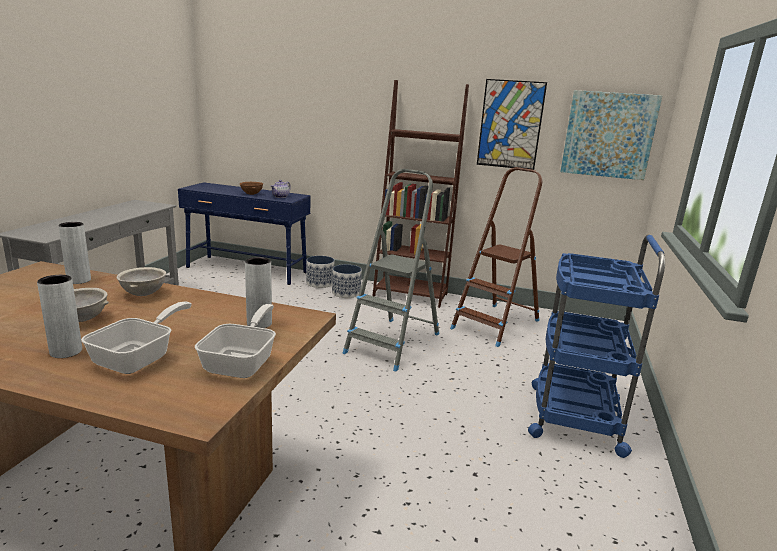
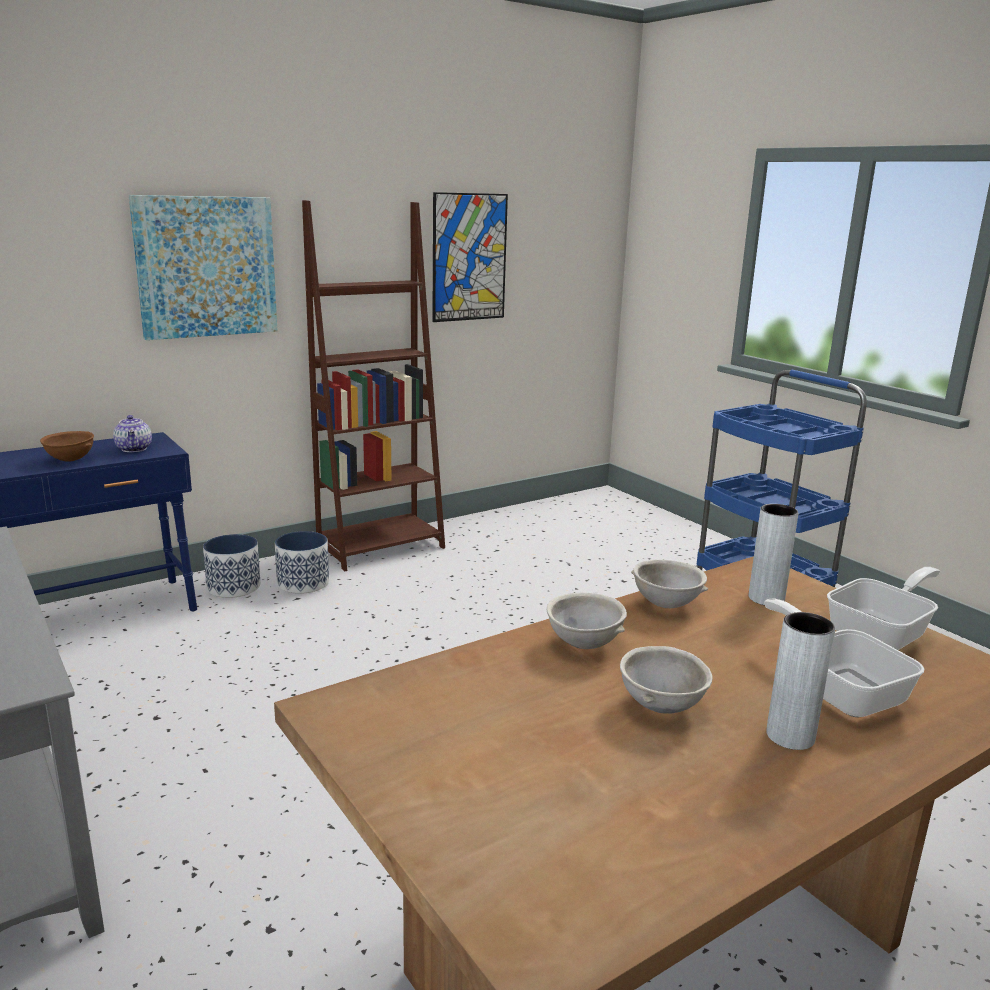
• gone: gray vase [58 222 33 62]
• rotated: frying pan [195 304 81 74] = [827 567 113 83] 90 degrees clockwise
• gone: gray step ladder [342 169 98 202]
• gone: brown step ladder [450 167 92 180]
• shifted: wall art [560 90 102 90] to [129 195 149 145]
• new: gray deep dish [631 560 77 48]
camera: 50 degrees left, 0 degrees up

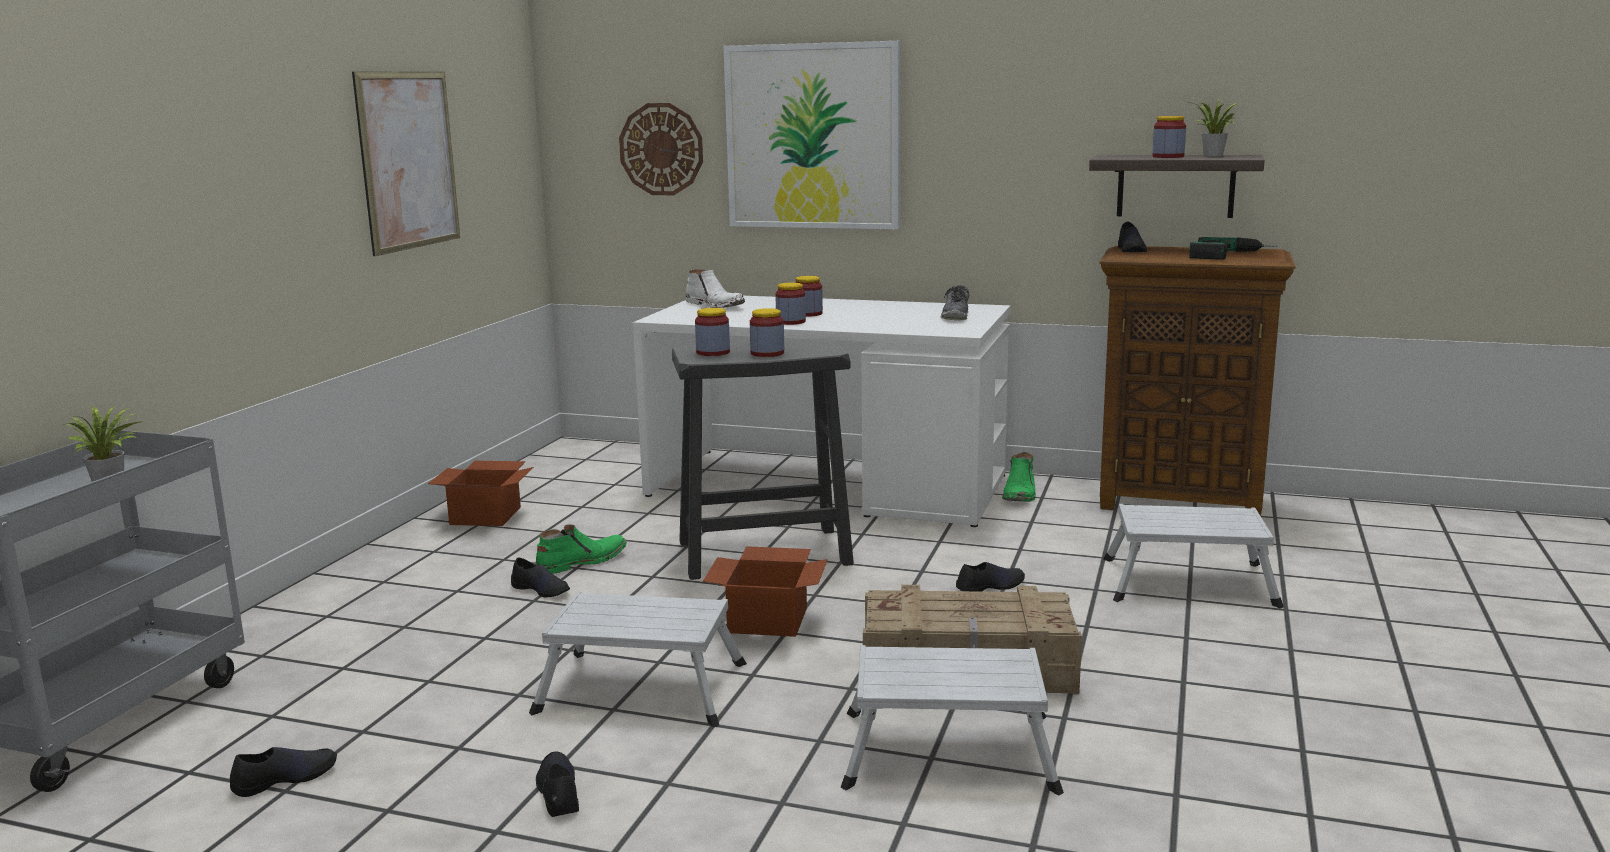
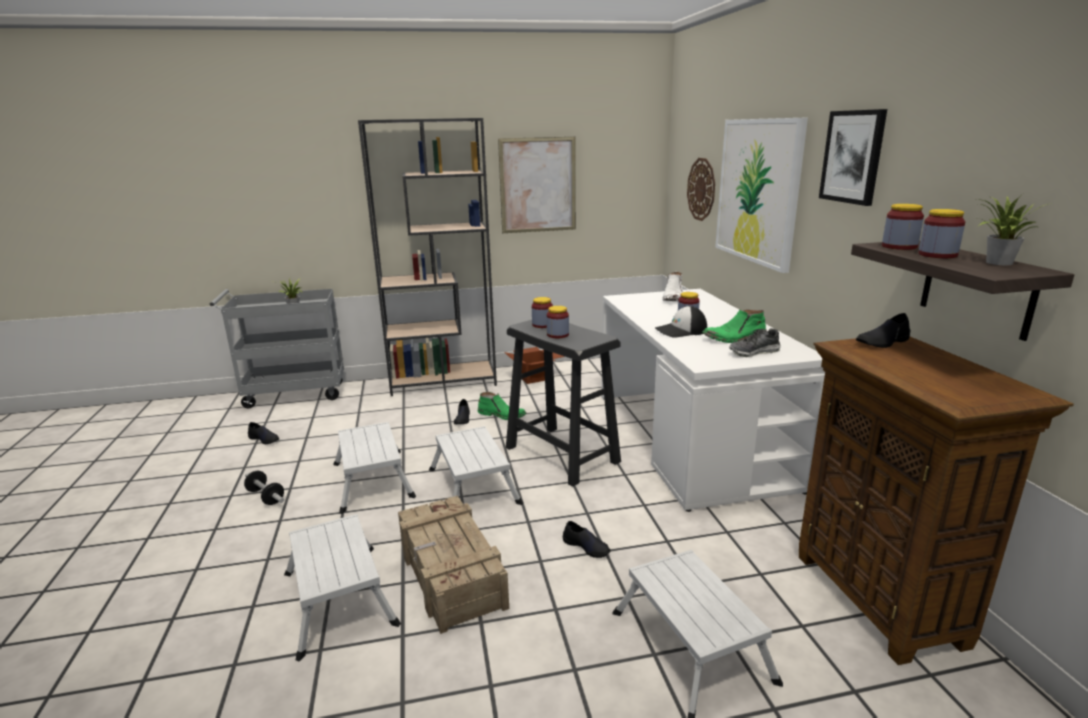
• swapped: black-coloured item of footwear [536 752 43 65] to free weight [244 471 40 34]
• swapped: carton [703 546 125 91] to white-coloured step ladder [429 426 94 79]
• shifted: preserve jar [776 282 30 43] to [882 204 42 46]
• shifted: green boot [1002 452 34 50] to [702 309 65 34]
• gone: drill [1189 237 89 23]
• new: shelving unit [358 118 139 278]
• new: peaked cap [655 306 52 32]
• new: wall art [819 109 68 97]
camera: 60 degrees right, 5 degrees up

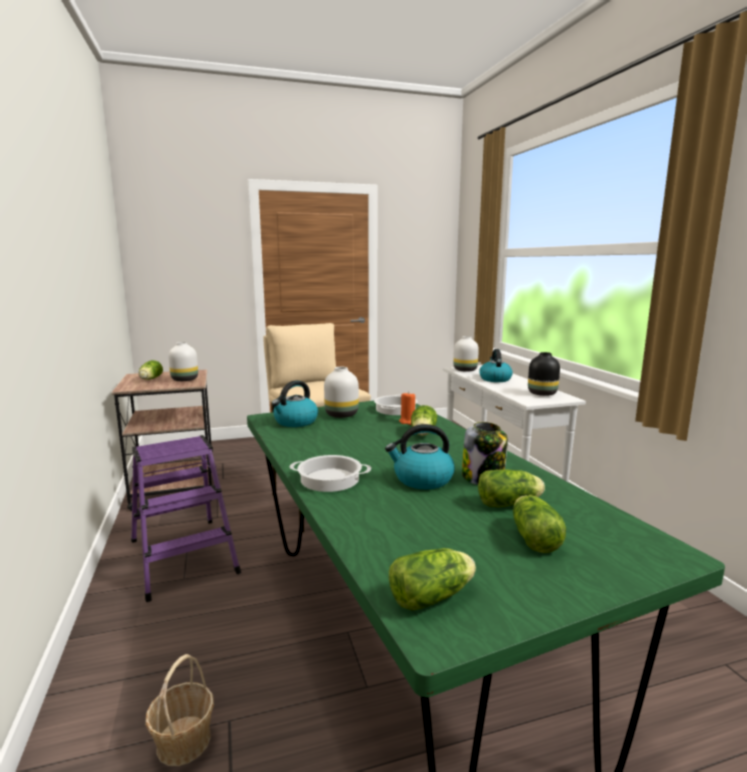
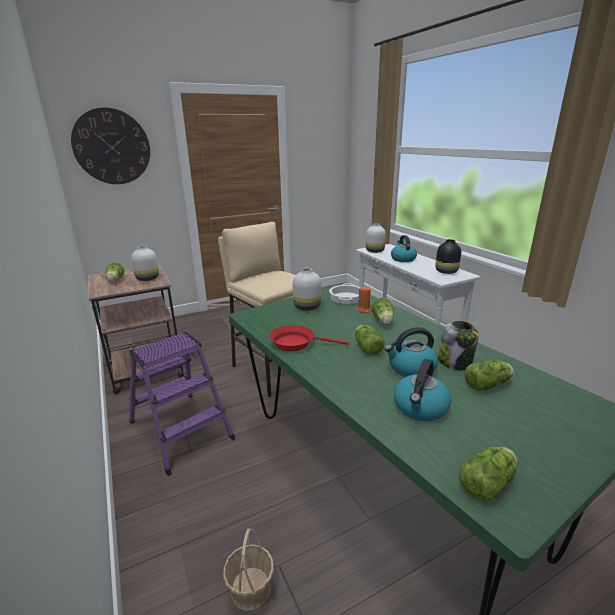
• shifted: water kettle [272 380 46 47] to [394 359 57 62]
• gone: saucepot [290 455 81 37]
• shifted: head of lettuce [513 495 53 58] to [355 325 29 31]
• new: hanging clock [71 107 79 77]
• new: red-coloured frying pan [269 325 80 27]
camera: 10 degrees left, 10 degrees up

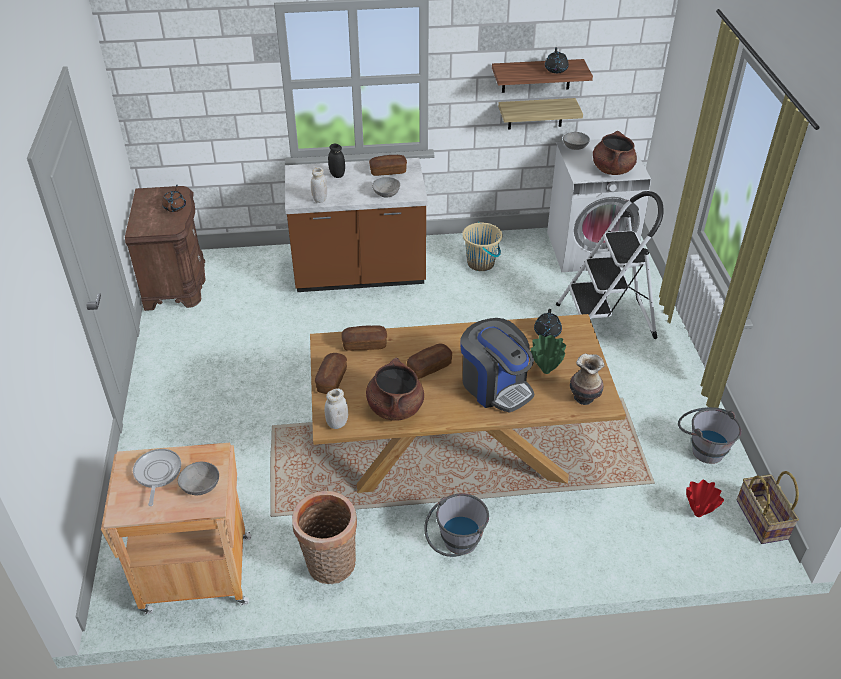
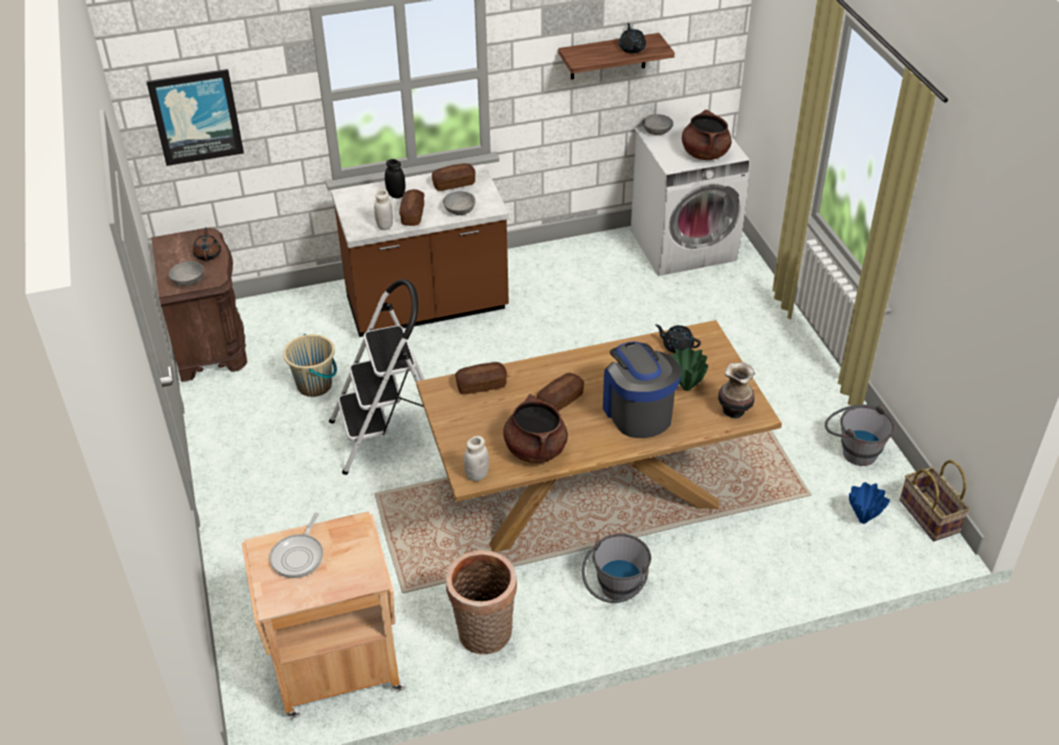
• rotated: frying pan [133 449 48 57] = [270 513 53 65] 150 degrees counterclockwise
• shifted: gray deep dish [178 462 41 33] to [169 261 35 25]
• shifted: baked bread [315 353 32 41] to [399 189 26 37]
• rotated: coffee brewer [460 318 74 95] = [603 342 78 96] 150 degrees counterclockwise
• shifted: beige-coloured water bucket [462 222 41 49] to [283 334 54 63]
• gone: shelf [498 98 85 32]
• rotated: black-coloured teapot [534 309 28 28] = [655 324 46 29] 120 degrees clockwise
• shifted: step ladder [556 191 107 148] to [329 279 96 196]
• repainted: red-coloured vase [686 480 38 37] to blue vase [849 482 41 42]
• new: wall art [146 69 98 97]
camera: 10 degrees left, 0 degrees up

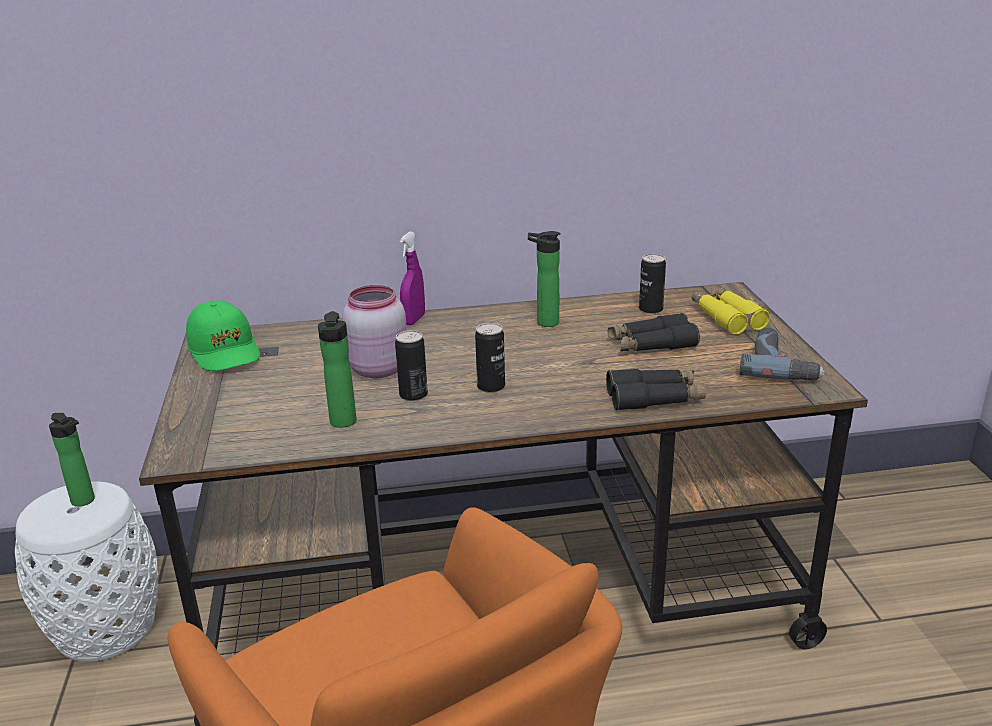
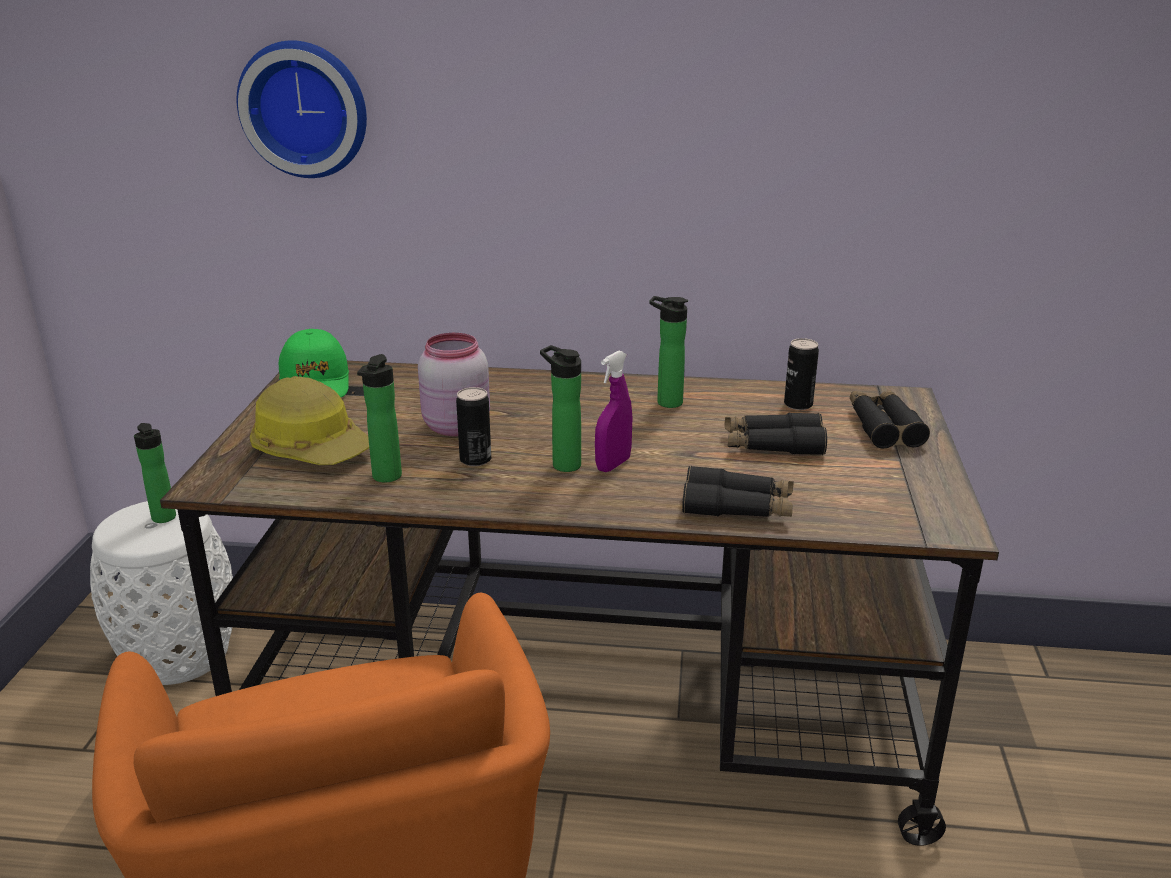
• shifted: purple spray bottle [400 232 25 94] to [595 351 38 121]
• swapped: metal can [475 323 30 70] to beverage bottle [540 345 41 127]
• repainted: yellow field glasses [692 287 78 48] to black-coloured field glasses [850 390 80 59]
• gone: drill [739 327 86 54]
• new: hanging clock [237 40 130 138]
• new: work helmet [250 376 119 89]
camera: 15 degrees right, 0 degrees up

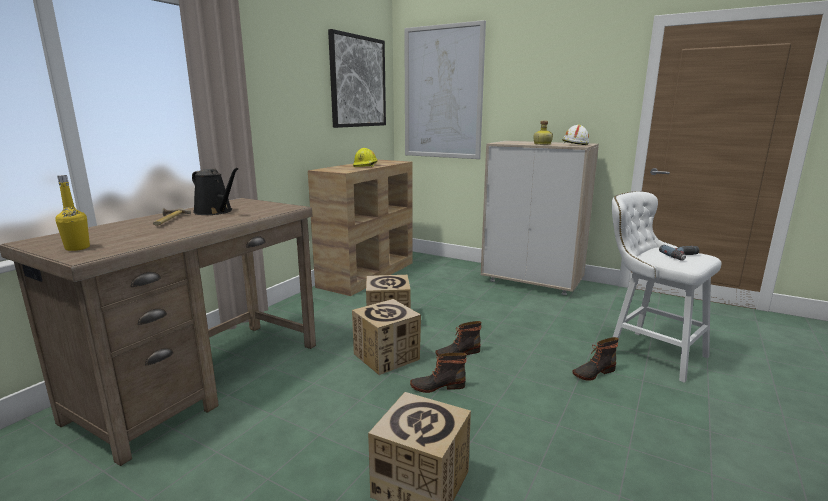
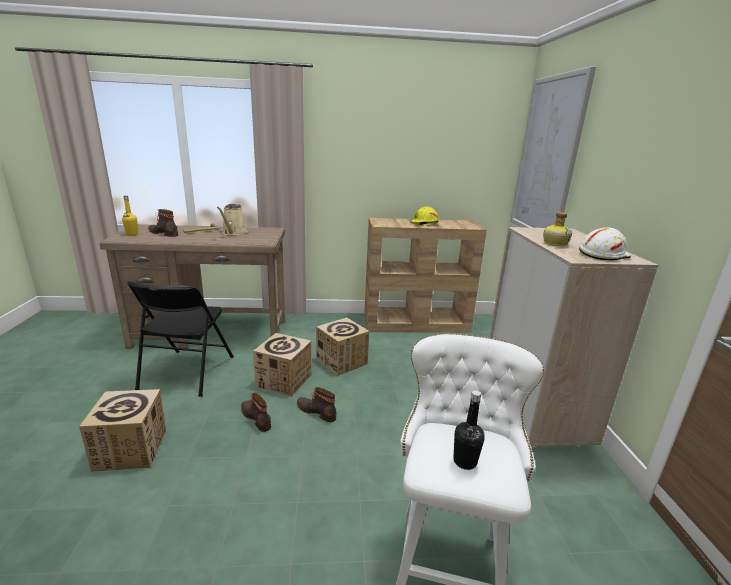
• repainted: black-coloured watering pot [192 168 46 47] to beige-coloured watering pot [217 204 31 31]
• gone: wall art [328 29 58 99]
• shifted: boot [572 337 47 44] to [148 209 30 28]
• swapped: drill [659 245 40 16] to black-coloured beverage bottle [453 390 32 80]
• new: black-coloured upright chair [127 281 107 116]
camera: 55 degrees right, 5 degrees up

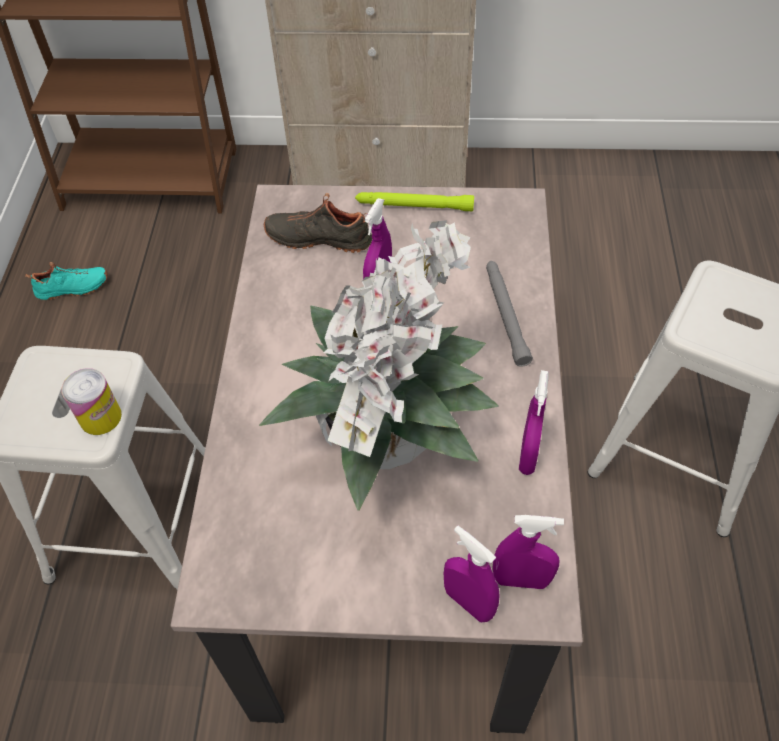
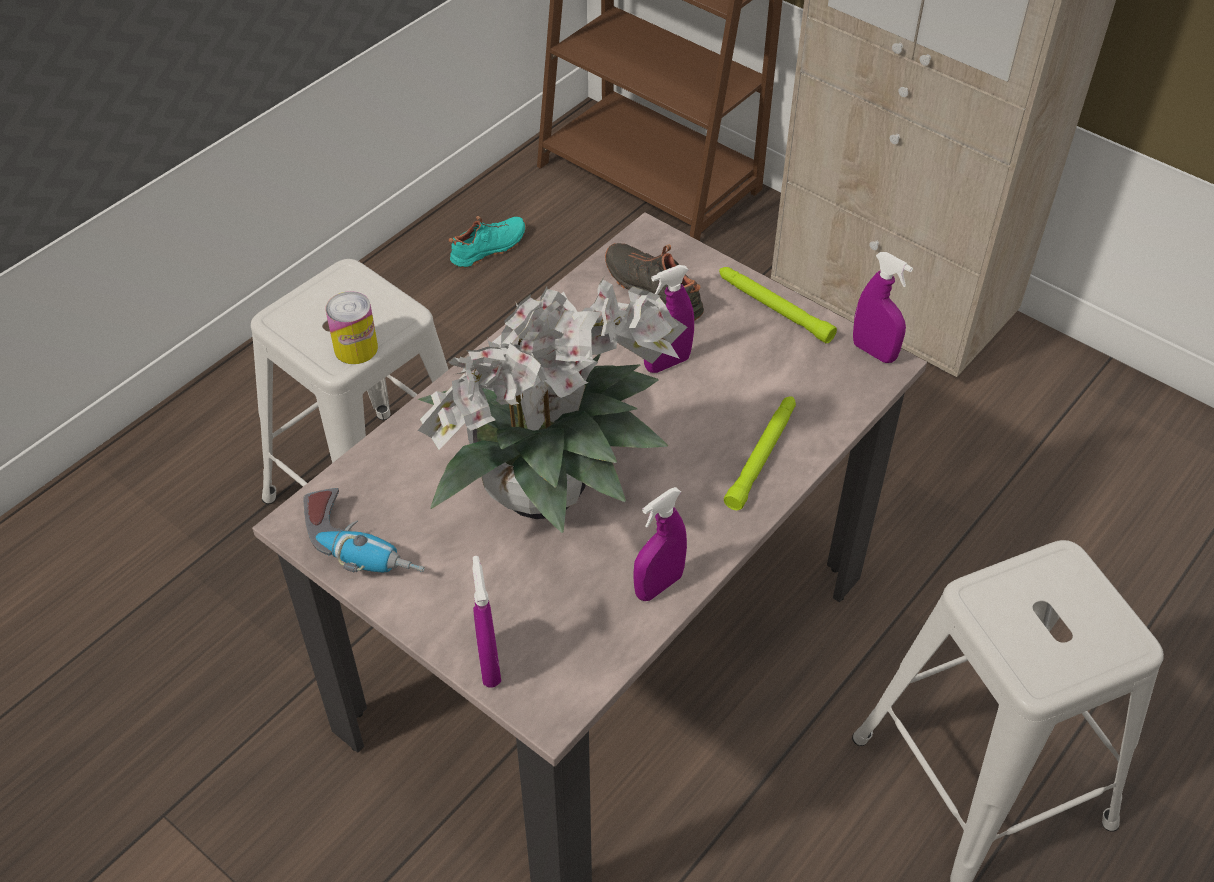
• rotated: turquoise item of footwear [25 262 82 38] = [449 216 77 52] 60 degrees counterclockwise
• repainted: gray torch [486 261 47 106] to green torch [724 397 72 113]
• shifted: purple spray bottle [492 515 72 74] to [853 252 60 111]
• new: drill [303 488 122 84]
camera: 35 degrees right, 5 degrees down

